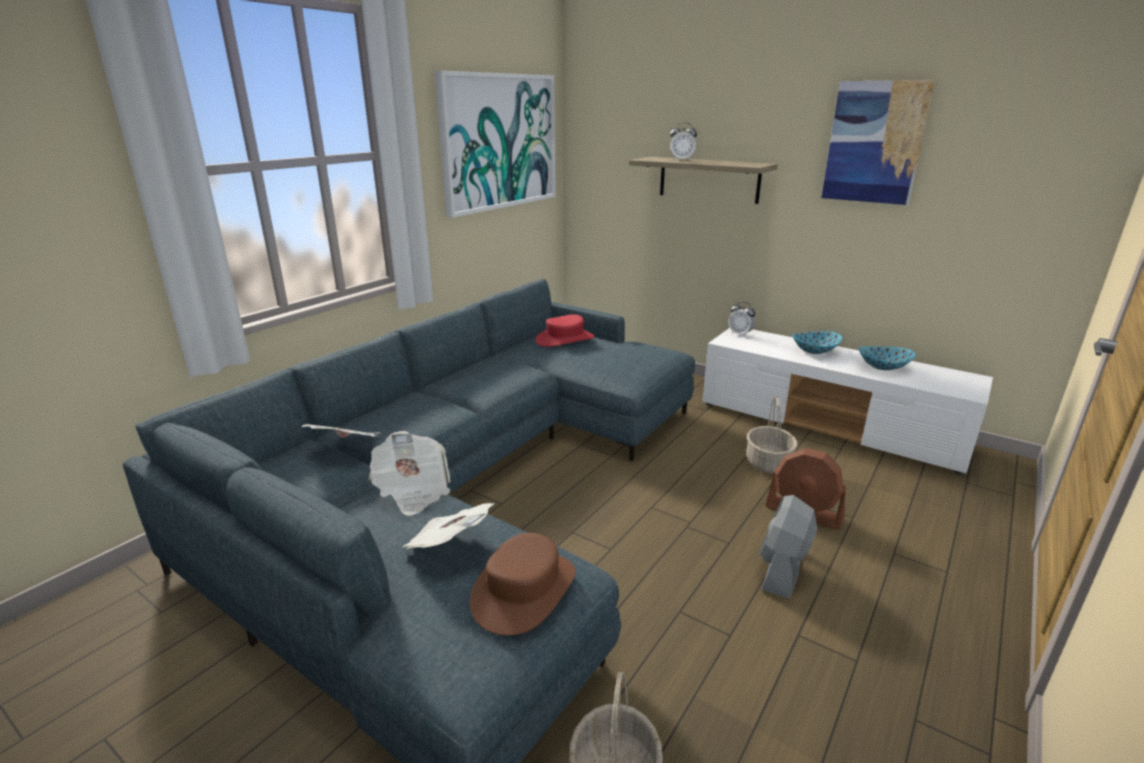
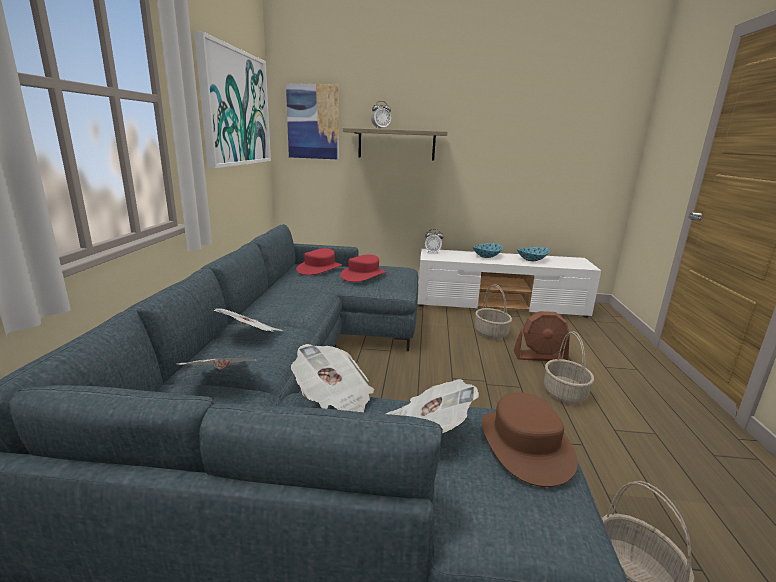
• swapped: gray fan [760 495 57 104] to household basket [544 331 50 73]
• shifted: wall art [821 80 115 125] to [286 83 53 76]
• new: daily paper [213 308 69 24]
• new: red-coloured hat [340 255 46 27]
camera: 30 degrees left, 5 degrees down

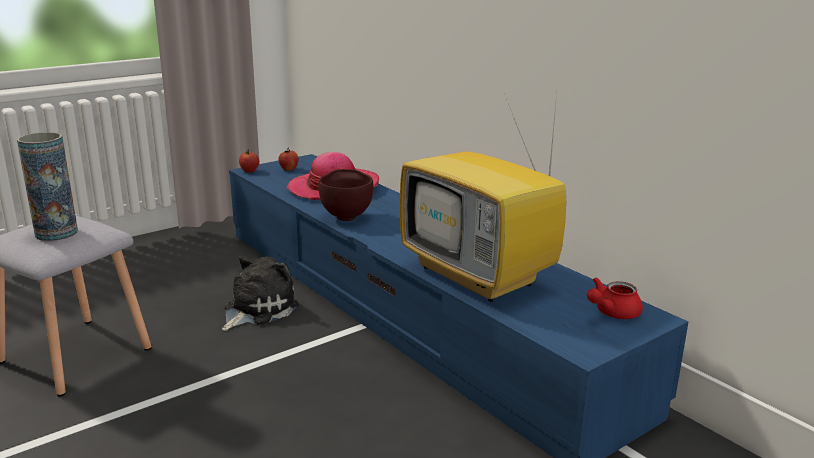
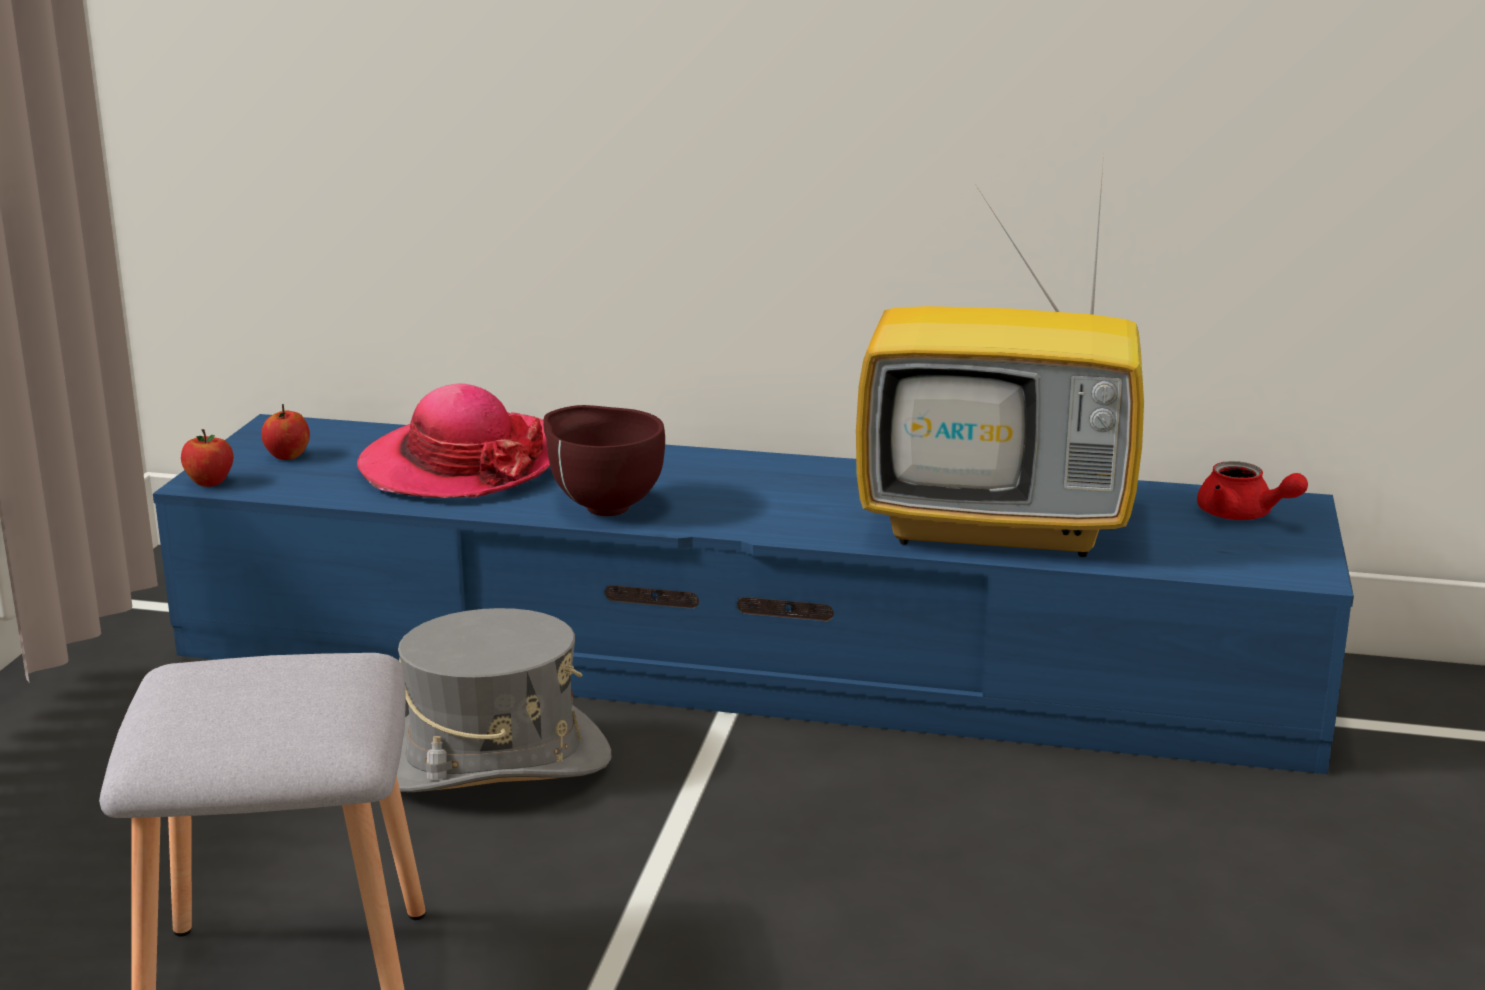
• gone: vase [17 132 61 109]
• swapped: cuddly toy [222 256 77 75] to gray hat [397 608 214 184]
• rotated: red-coloured teapot [587 277 56 42] = [1197 461 111 59] 60 degrees counterclockwise
camera: 40 degrees left, 0 degrees up

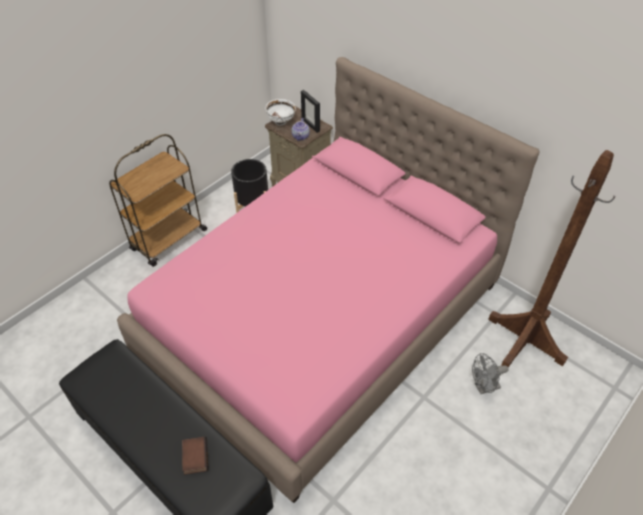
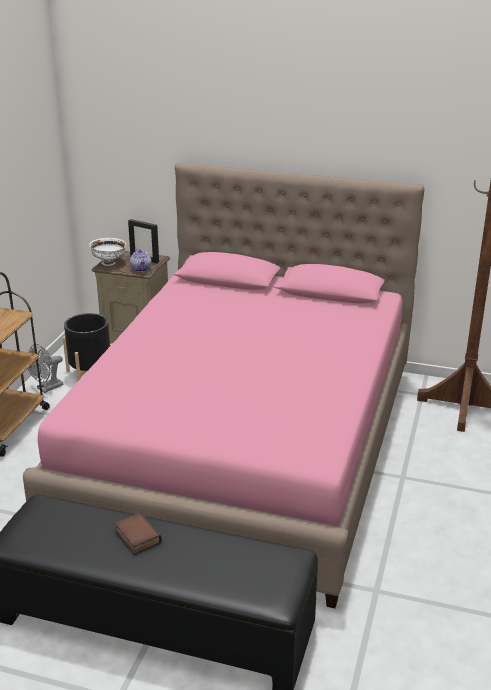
• shifted: volume [182 437 26 38] to [115 512 46 42]
• shifted: gray fan [472 353 37 41] to [28 344 35 49]
camera: 25 degrees left, 20 degrees down

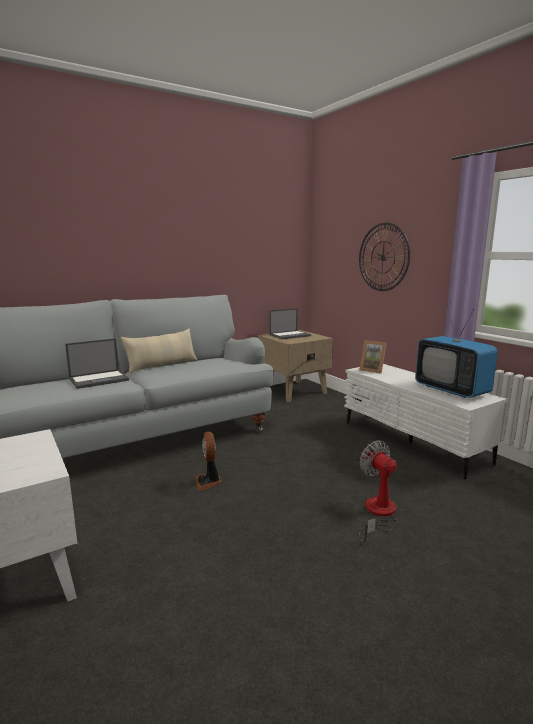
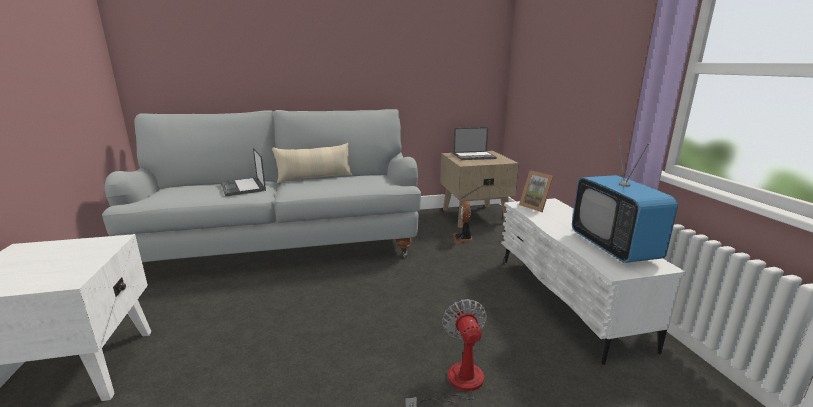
• rotated: portable computer [65 338 64 51] = [221 147 45 49] 75 degrees clockwise
• shifted: fan [195 432 27 59] to [454 201 19 42]
• gone: hanging clock [359 223 51 68]
camera: 20 degrees right, 5 degrees up

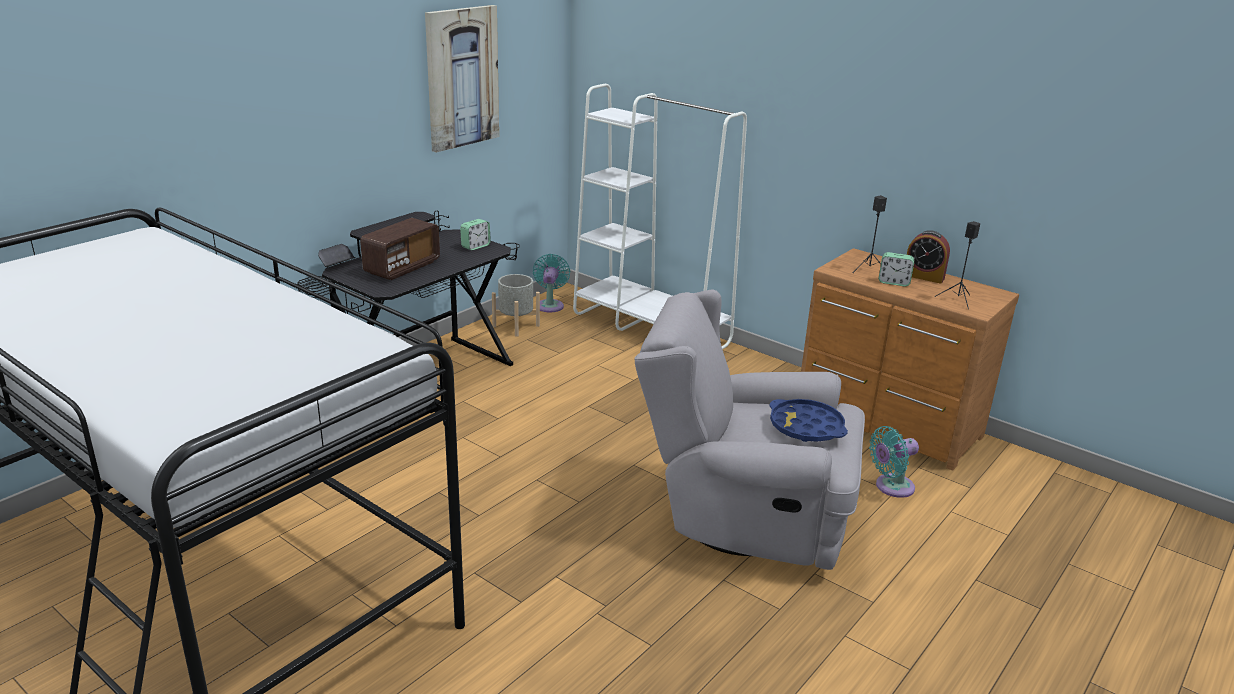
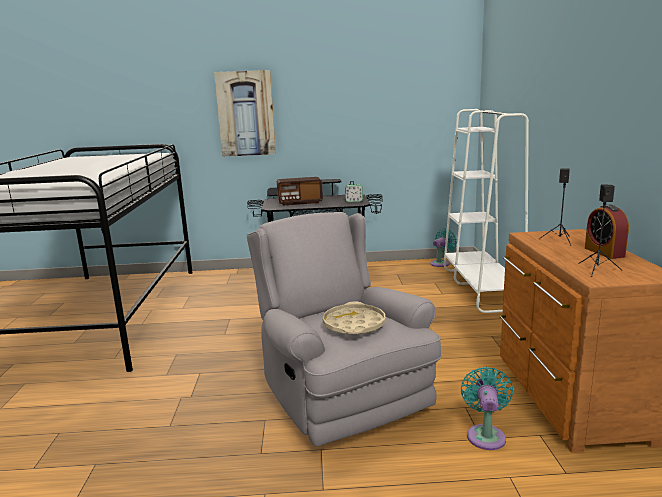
• shifted: wall art [425 5 74 147] to [214 70 62 87]
• gone: gray plant pot [492 274 48 63]
• repainted: blue tray [769 399 79 43] to beige-coloured tray [323 302 63 32]
• rotated: turquoise fan [869 426 50 72] = [461 367 53 83] 75 degrees clockwise
• gone: bedside clock [879 252 35 34]
camera: 50 degrees right, 10 degrees down

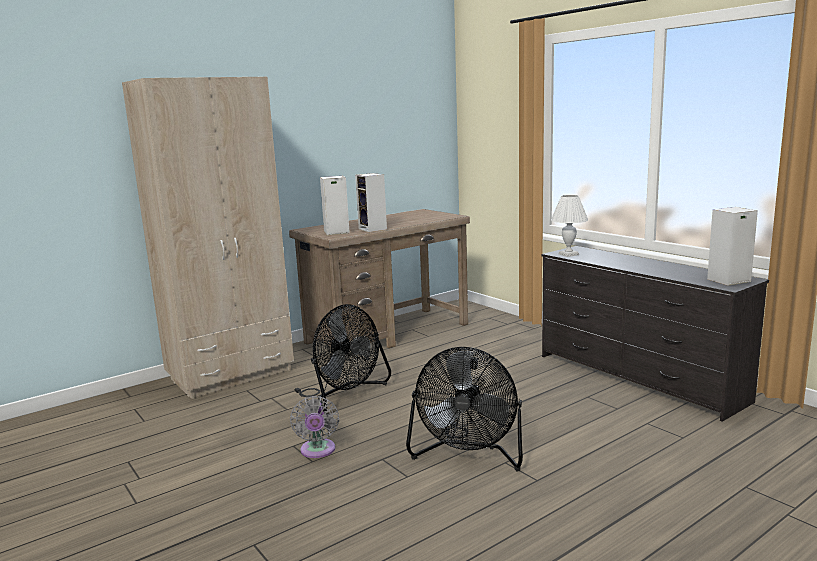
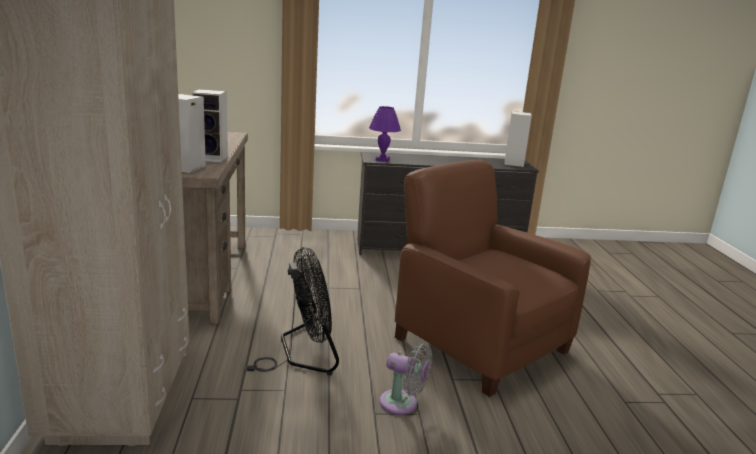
• swapped: black-coloured fan [406 347 117 125] to brown armchair [395 160 196 237]
• repainted: white-coloured tabletop lamp [551 195 37 62] to purple tabletop lamp [369 106 32 56]
camera: 60 degrees left, 5 degrees up

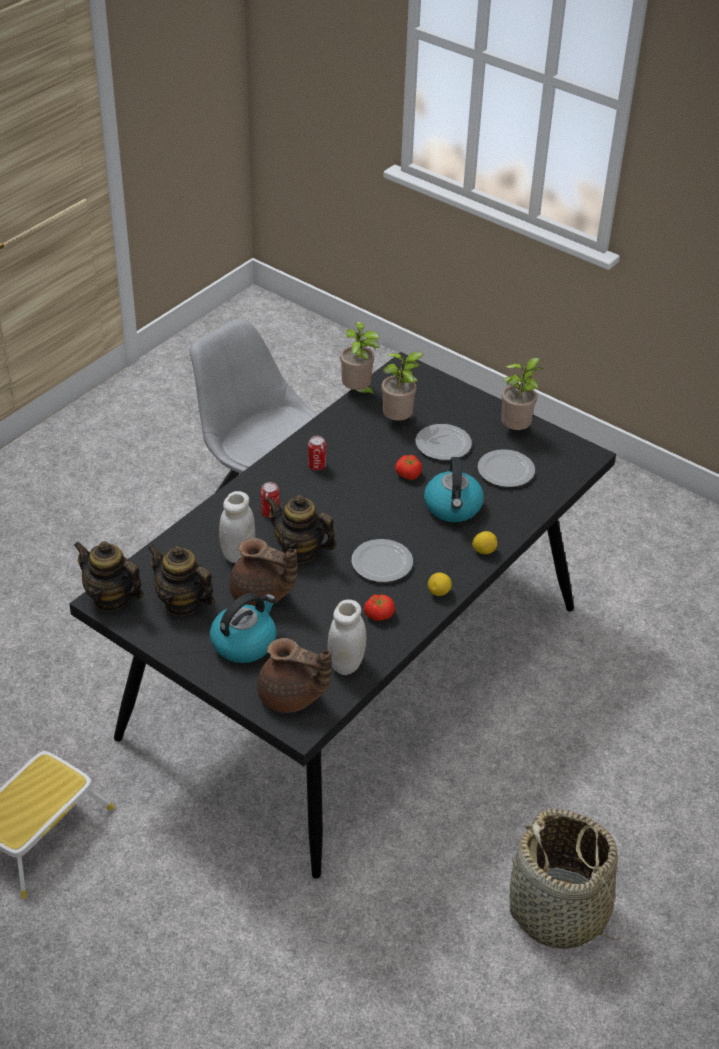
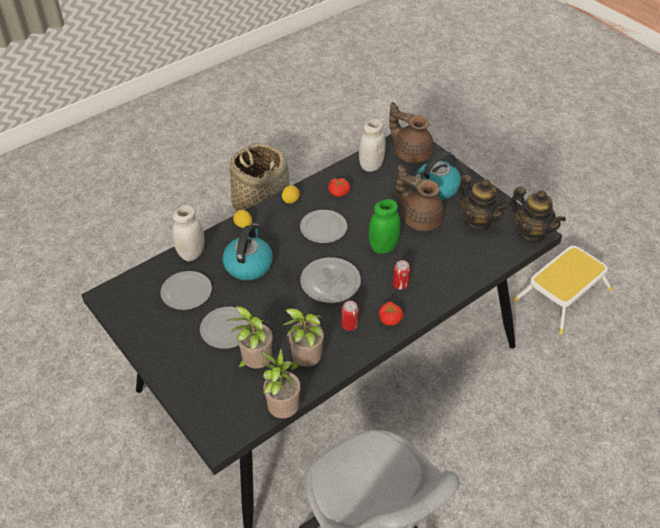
• shifted: white-coloured preserve jar [219 491 36 72] to [172 205 33 56]
• swapped: teapot [265 495 72 69] to green preserve jar [369 199 31 55]
• shifted: fresh tomato [395 455 27 25] to [379 302 24 24]
• shifted: plant in a pot [501 357 43 73] to [283 309 41 63]
• new: dinner plate [300 257 61 46]
camera: 165 degrees left, 5 degrees up

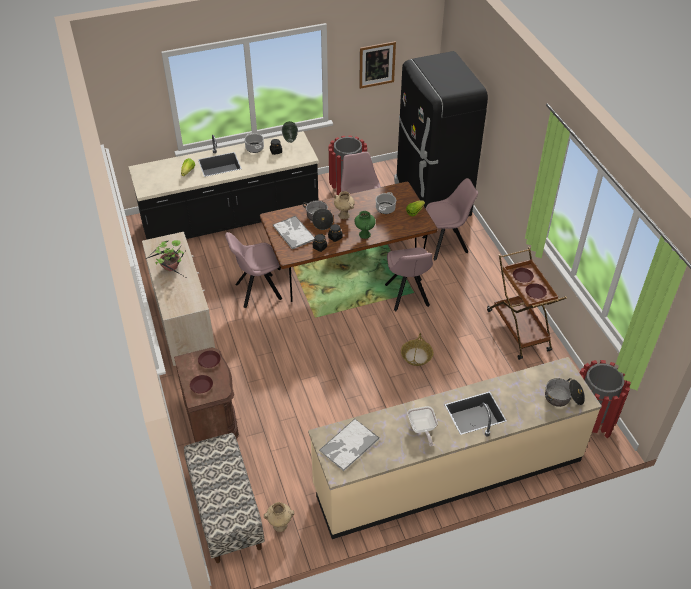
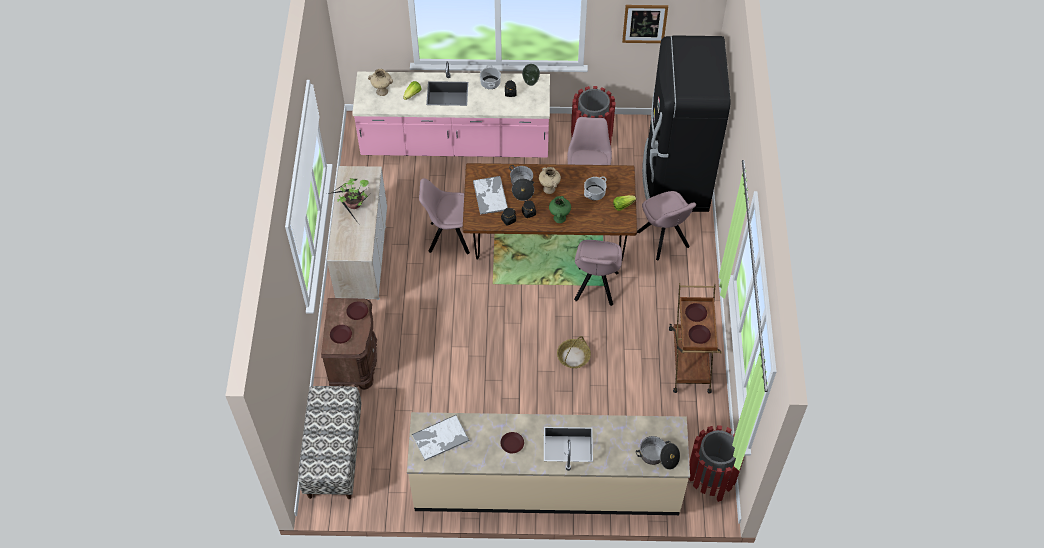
• repainted: black-coloured kitchen counter [128 131 191 109] to pinkish kitchen counter [352 61 198 97]
• shifted: beige-coloured vase [264 502 30 30] to [368 69 25 27]
• swapped: frying pan [407 406 31 40] to brown dinner plate [500 432 24 21]
• rotated: pinkish upright chair [422 178 56 83] = [637 191 59 70] 60 degrees clockwise
camera: 20 degrees right, 10 degrees up

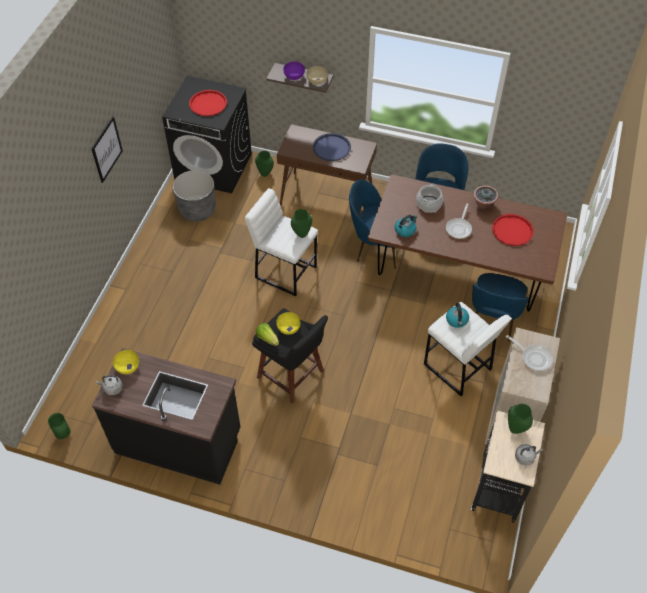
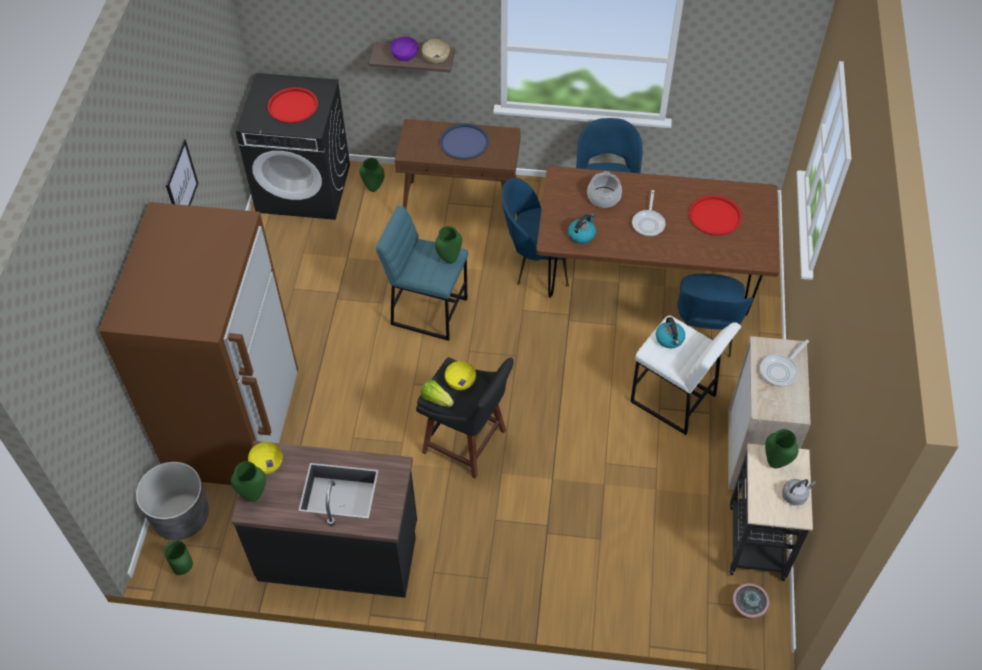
• swapped: gray water kettle [96 375 27 21] to green vase [231 461 35 41]
• shifted: gray plant pot [173 170 43 52] to [136 462 73 78]
• repainted: white-coloured sitting stool [245 188 73 108] to blue sitting stool [376 206 92 135]
• shifted: plant in a pot [474 185 25 24] to [732 583 38 36]
• rotated: frying pan [506 335 47 36] = [760 340 49 47] 105 degrees clockwise
• new: brown kitchen fridge [99 202 199 283]
camera: 10 degrees left, 0 degrees up

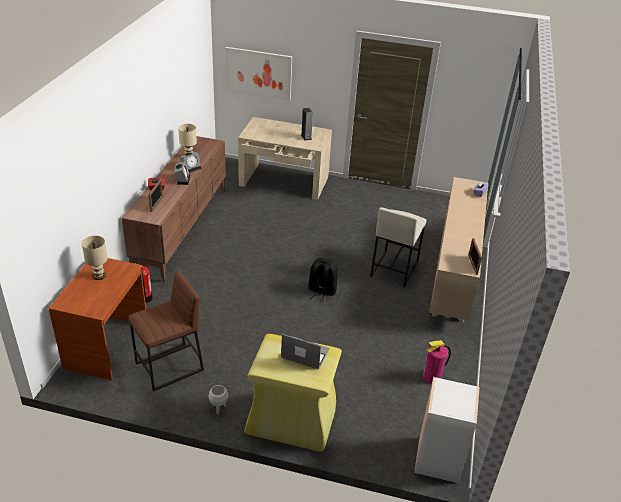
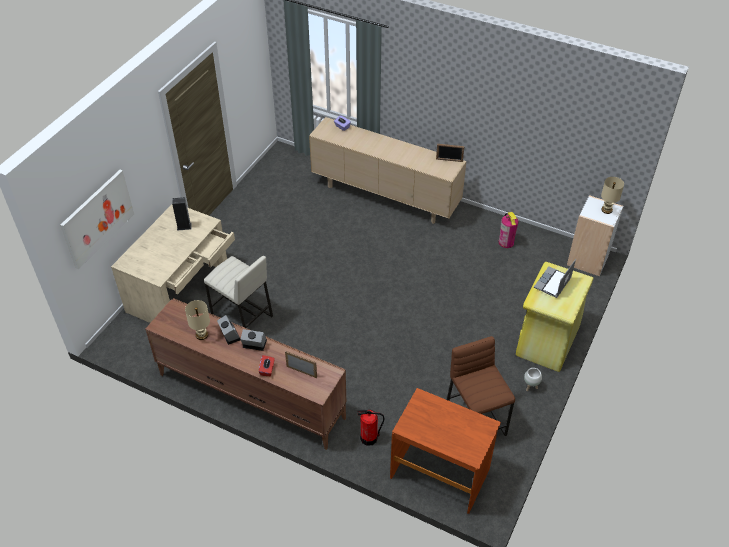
• shifted: beige-coloured tabletop lamp [82 236 26 44] to [601 177 23 37]
• gone: black-coloured rucksack [308 258 30 44]
• shifted: beige-coloured sitting stool [370 207 57 81] to [204 256 69 72]
camera: 75 degrees left, 10 degrees up

